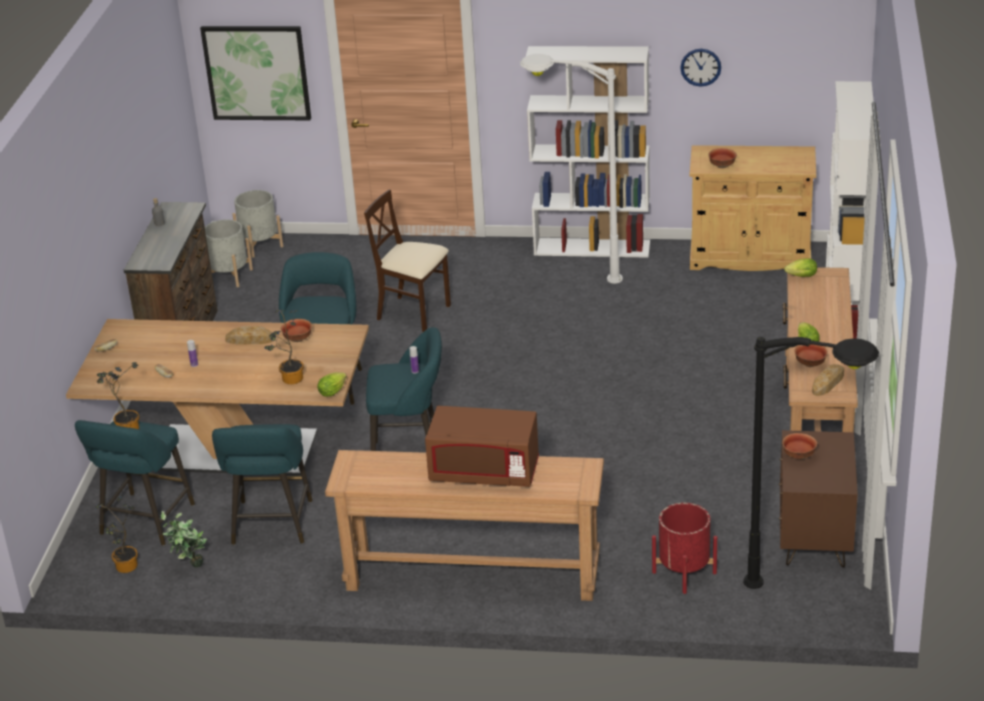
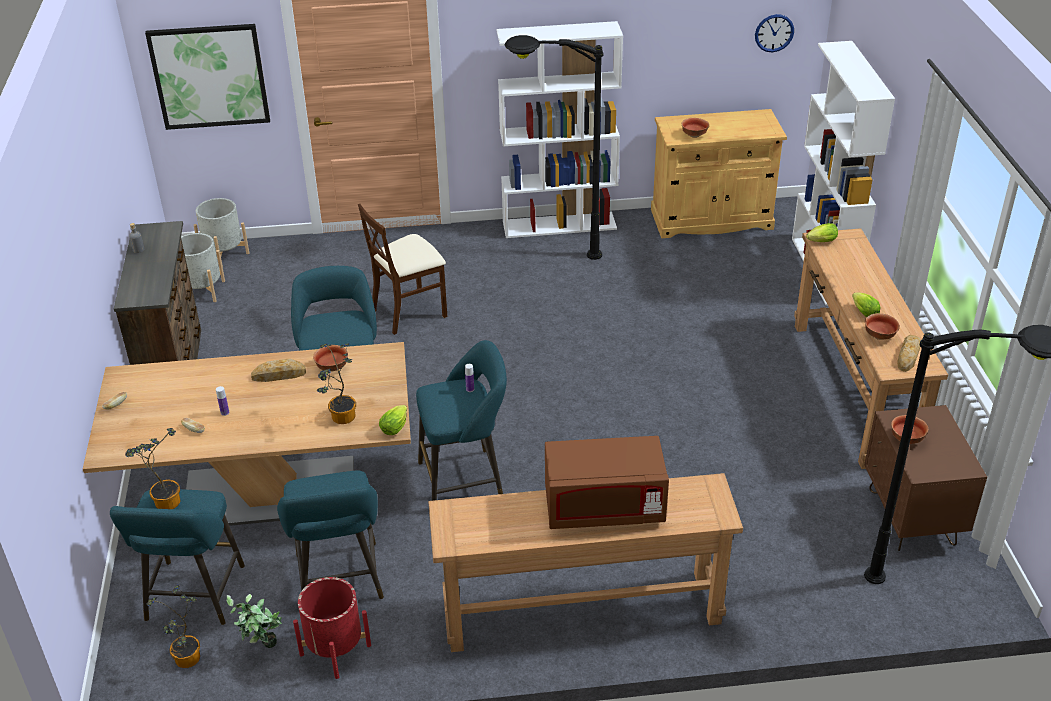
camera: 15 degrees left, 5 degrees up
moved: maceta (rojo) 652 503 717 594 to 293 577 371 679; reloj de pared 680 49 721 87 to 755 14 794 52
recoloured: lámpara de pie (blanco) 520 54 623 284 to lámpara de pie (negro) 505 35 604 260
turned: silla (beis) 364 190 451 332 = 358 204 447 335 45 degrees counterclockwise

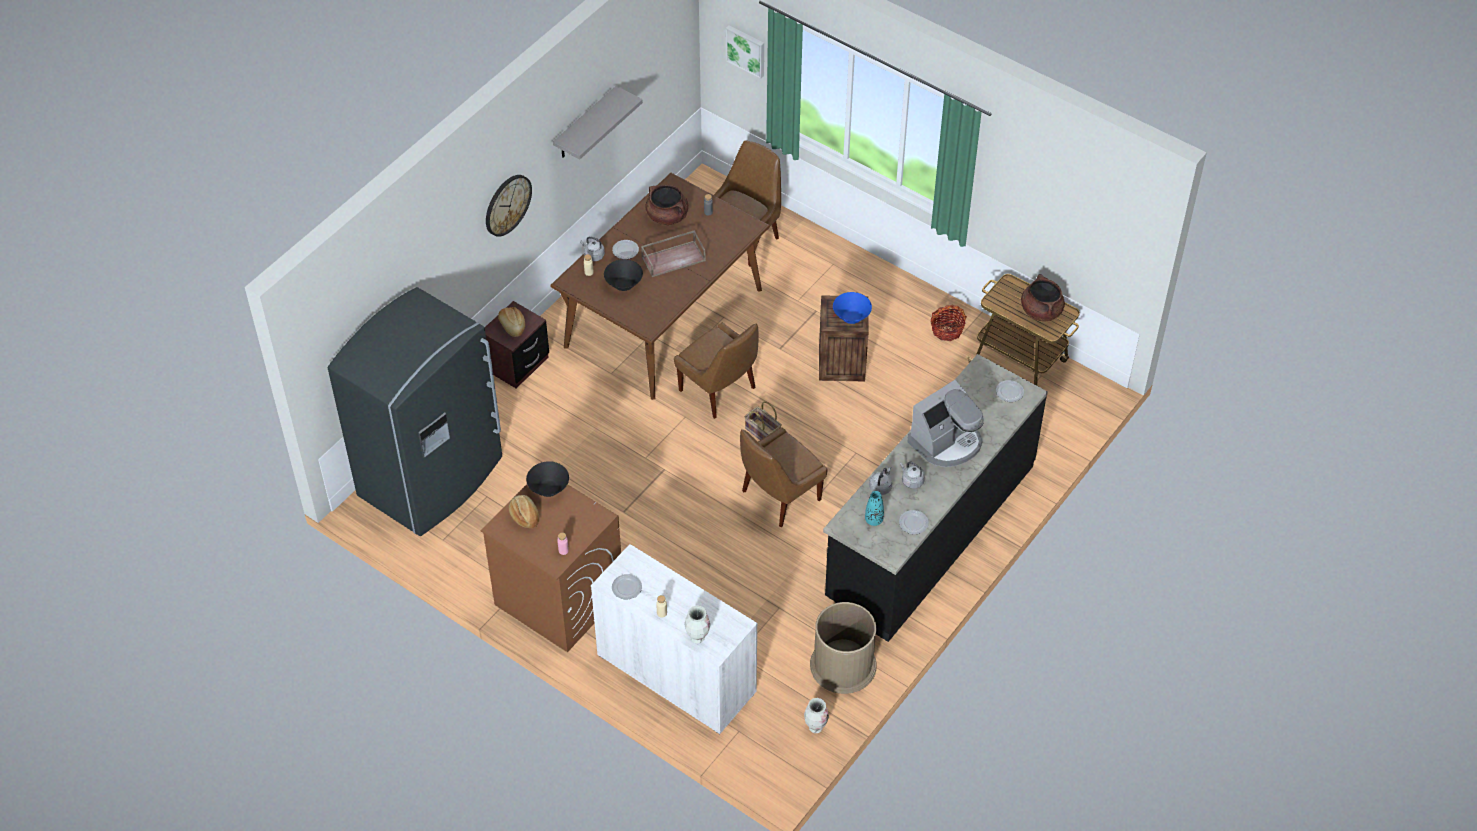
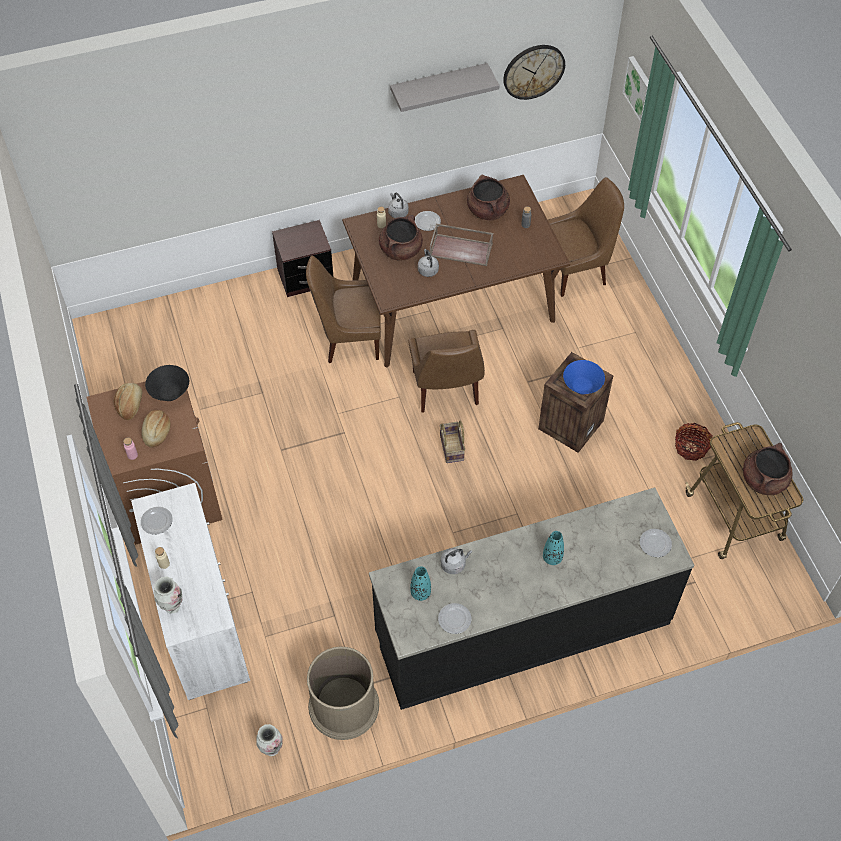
camera: 35 degrees right, 5 degrees up
removed: nevera (gris) 327 287 502 536
moved: reloj de pared 486 175 532 237 to 503 45 565 100; pan 498 307 525 337 to 141 410 171 447; silla (marrón) 740 427 828 528 to 306 256 381 363; hervidor (gris) 900 462 925 489 to 418 249 439 277
replaced: cuenco (negro) 604 259 643 291 to olla (marrón) 379 215 423 261; cafetera 908 380 984 467 to florero (turquesa) 543 531 564 565

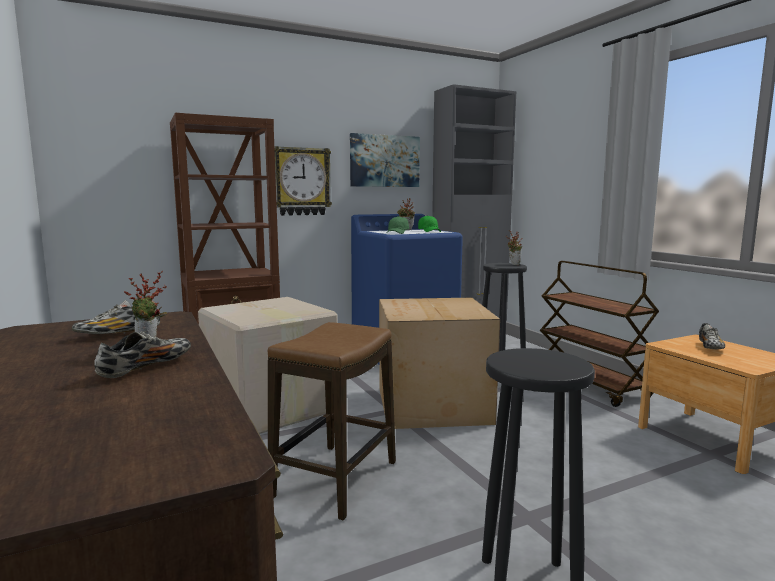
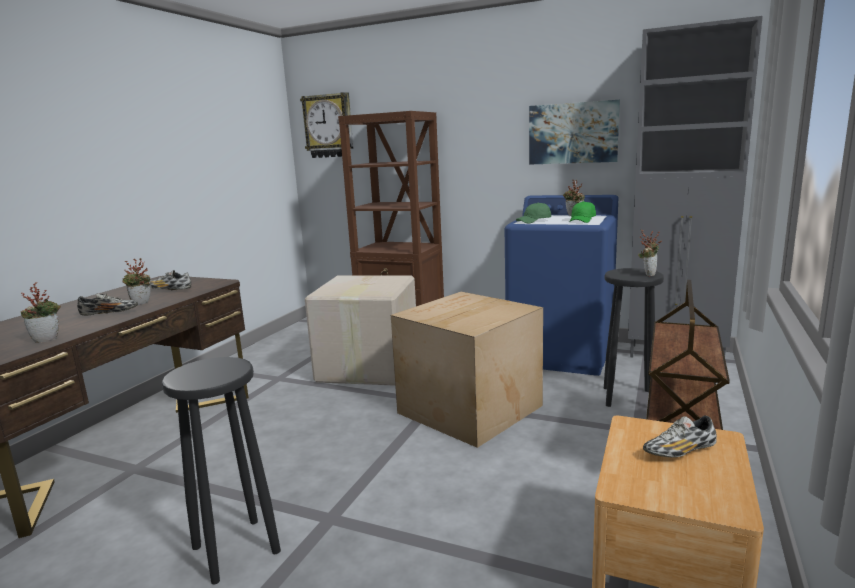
camera: 50 degrees right, 5 degrees up
removed: taburete 268 322 396 520
added: planta en maceta 21 282 61 343
moved: reloj de pared 274 146 332 216 to 300 92 353 158

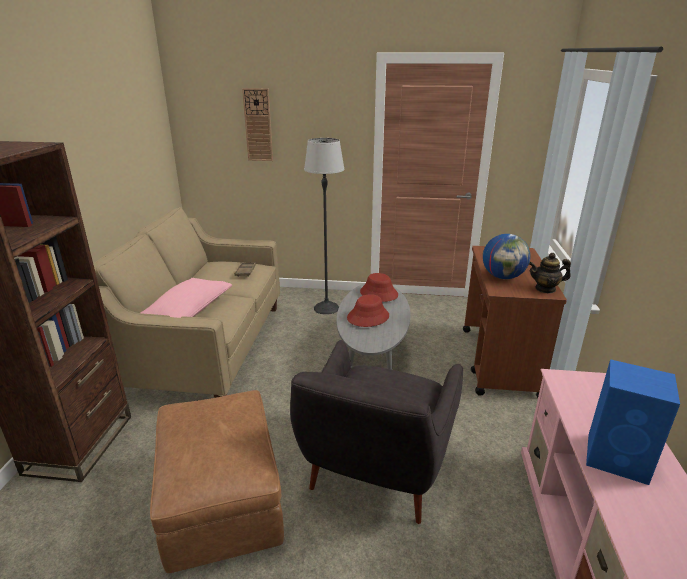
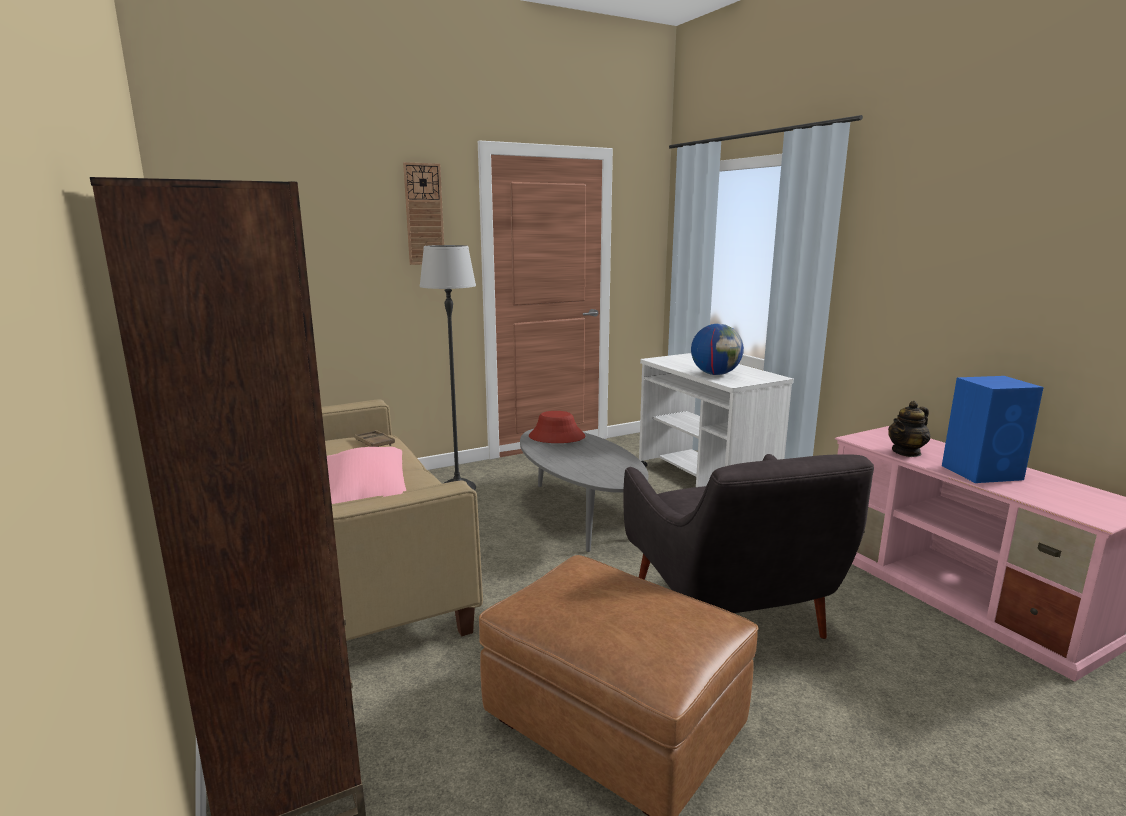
camera: 35 degrees left, 10 degrees down
removed: sombrero (rojo) 347 294 389 327
moved: reloj de pared 242 88 273 161 to 403 162 444 265; tetera 529 253 571 293 to 888 401 930 457
recoloured: carrito (marrón) 463 246 567 398 to carrito (blanco) 639 353 794 487

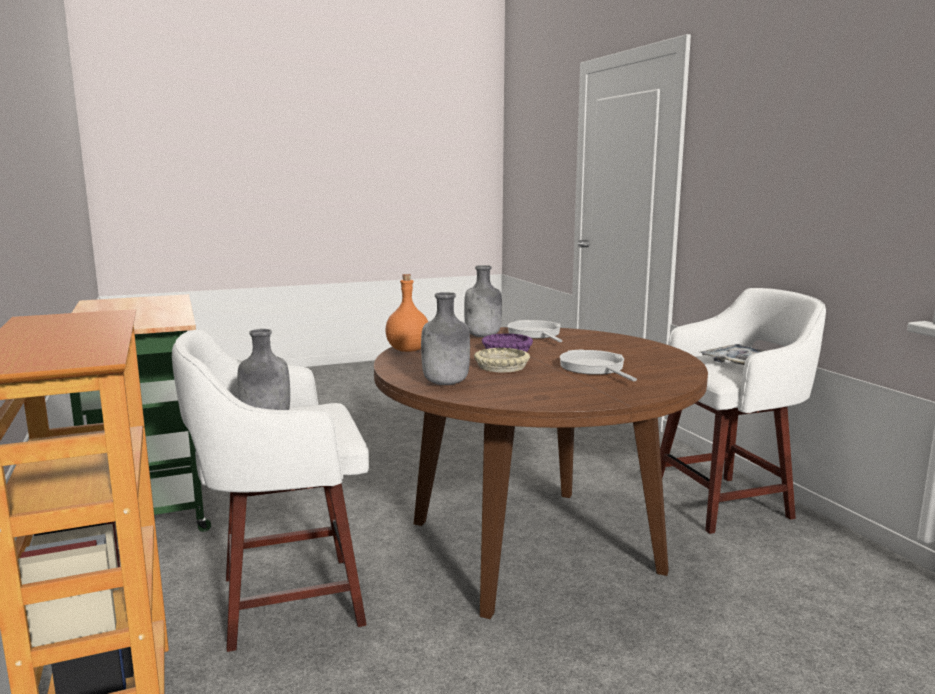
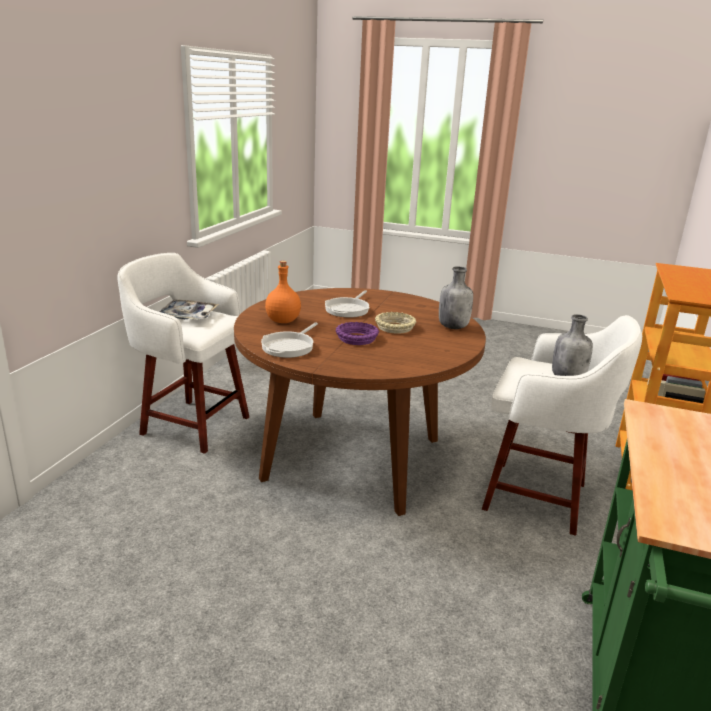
camera: 140 degrees left, 10 degrees up
removed: botella (gris) 464 265 502 337
moved: botella (naranja) 385 274 428 352 to 265 261 301 323

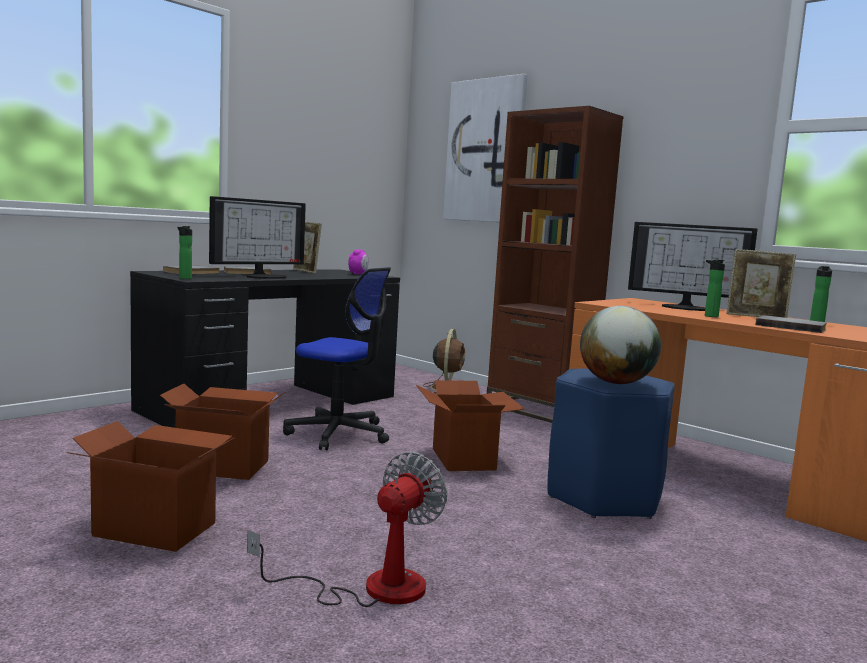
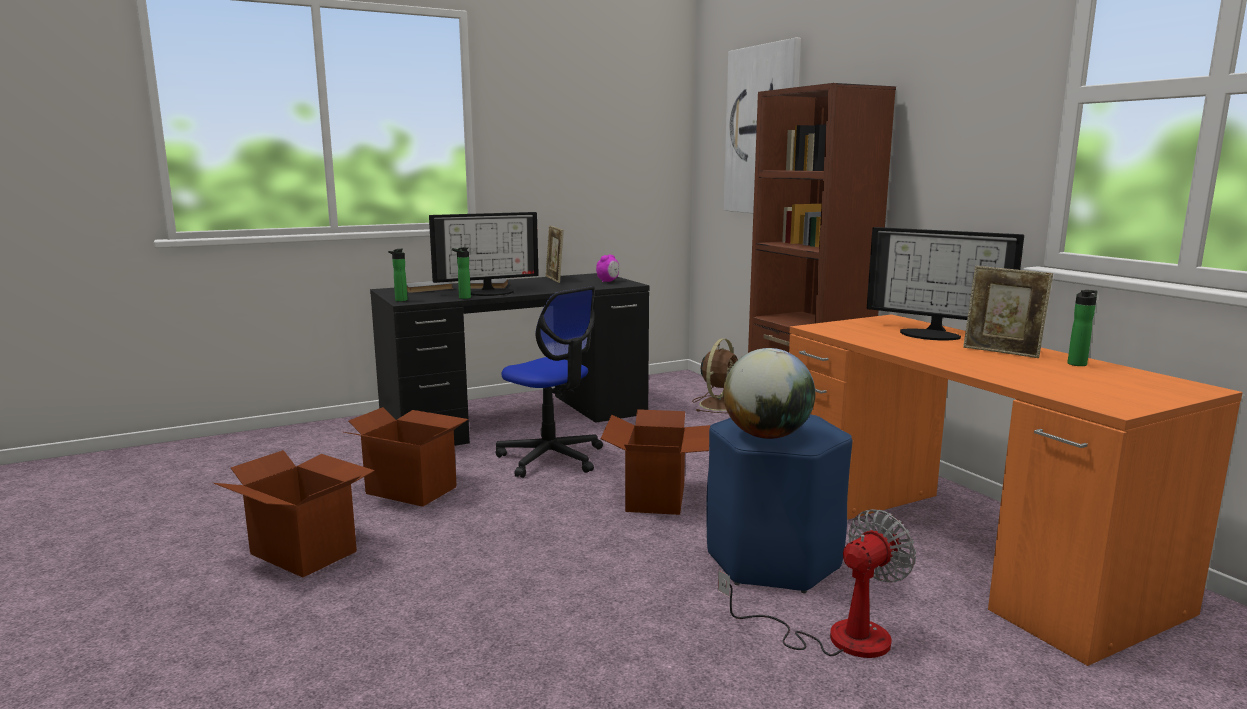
camera: 20 degrees right, 5 degrees up
removed: libro (gris) 755 315 827 333
moved: ventilador 247 452 447 607 to 718 509 916 658; botella 705 260 725 317 to 452 247 471 299

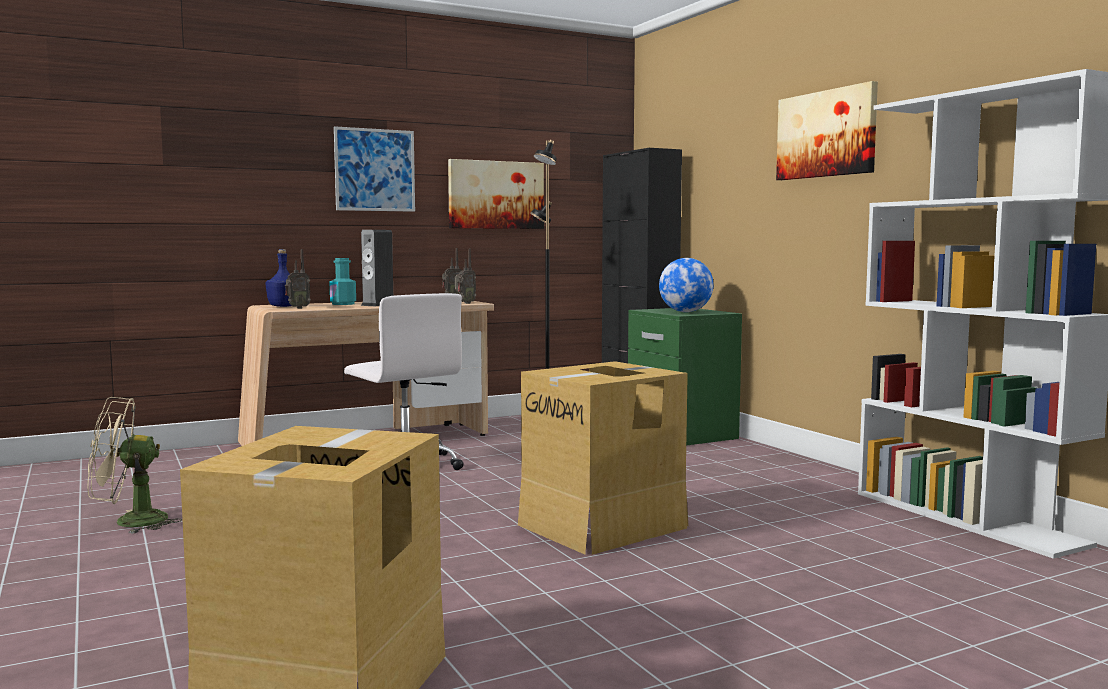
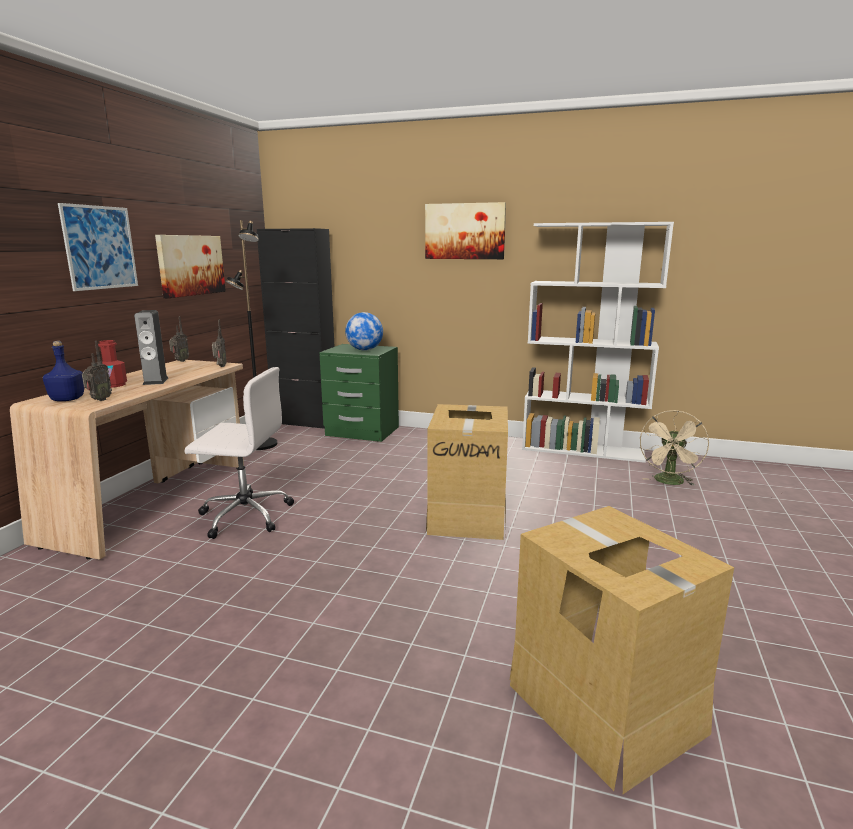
camera: 45 degrees left, 10 degrees up
moved: ventilador (beis) 87 397 182 534 to 640 410 709 486
recoloured: botella (turquesa) 329 258 356 305 to botella (rojo) 98 340 127 388

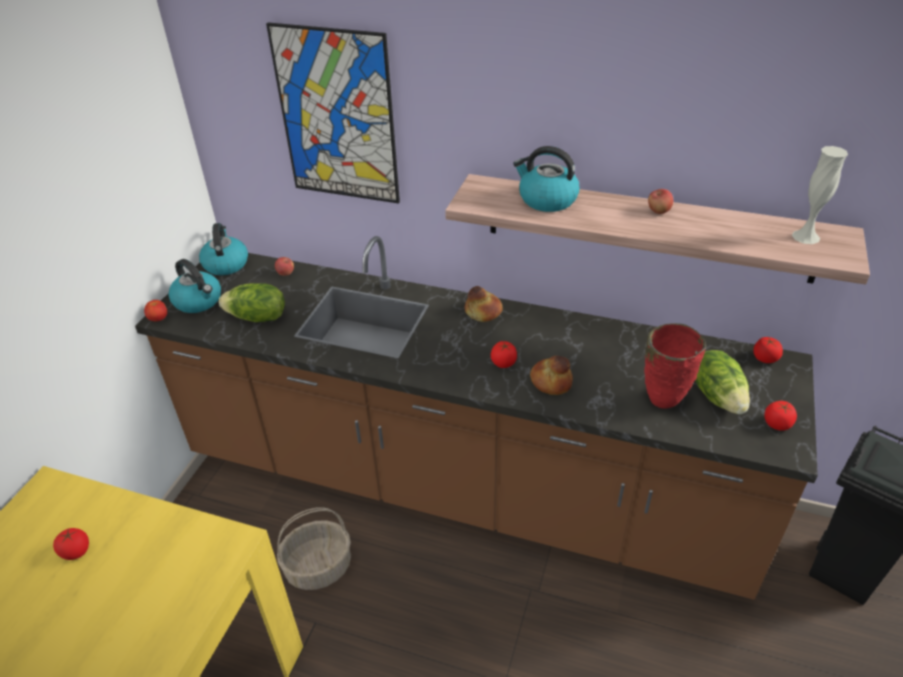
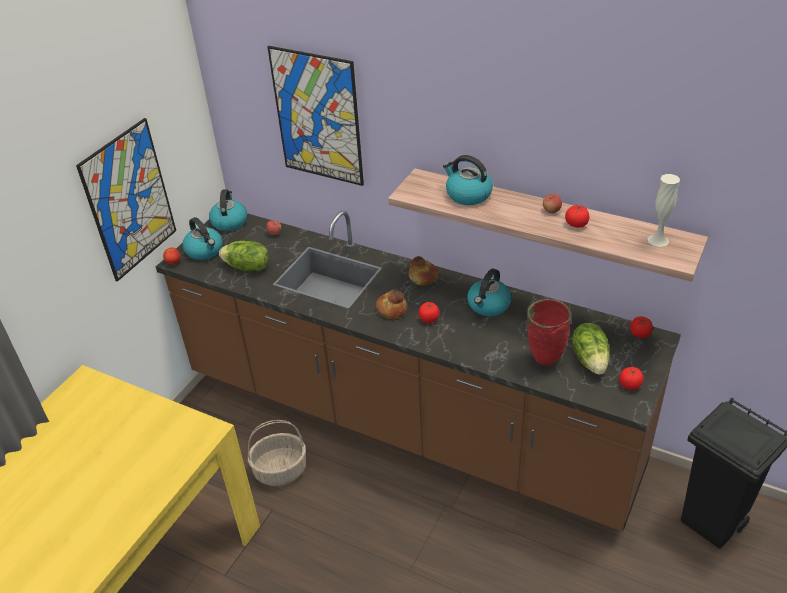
camera: 10 degrees right, 0 degrees up
added: cuadro 76 118 176 282; hervidor 467 269 511 316
moved: tomate 53 528 89 560 to 565 205 590 228; pan 530 356 573 395 to 376 290 407 319

